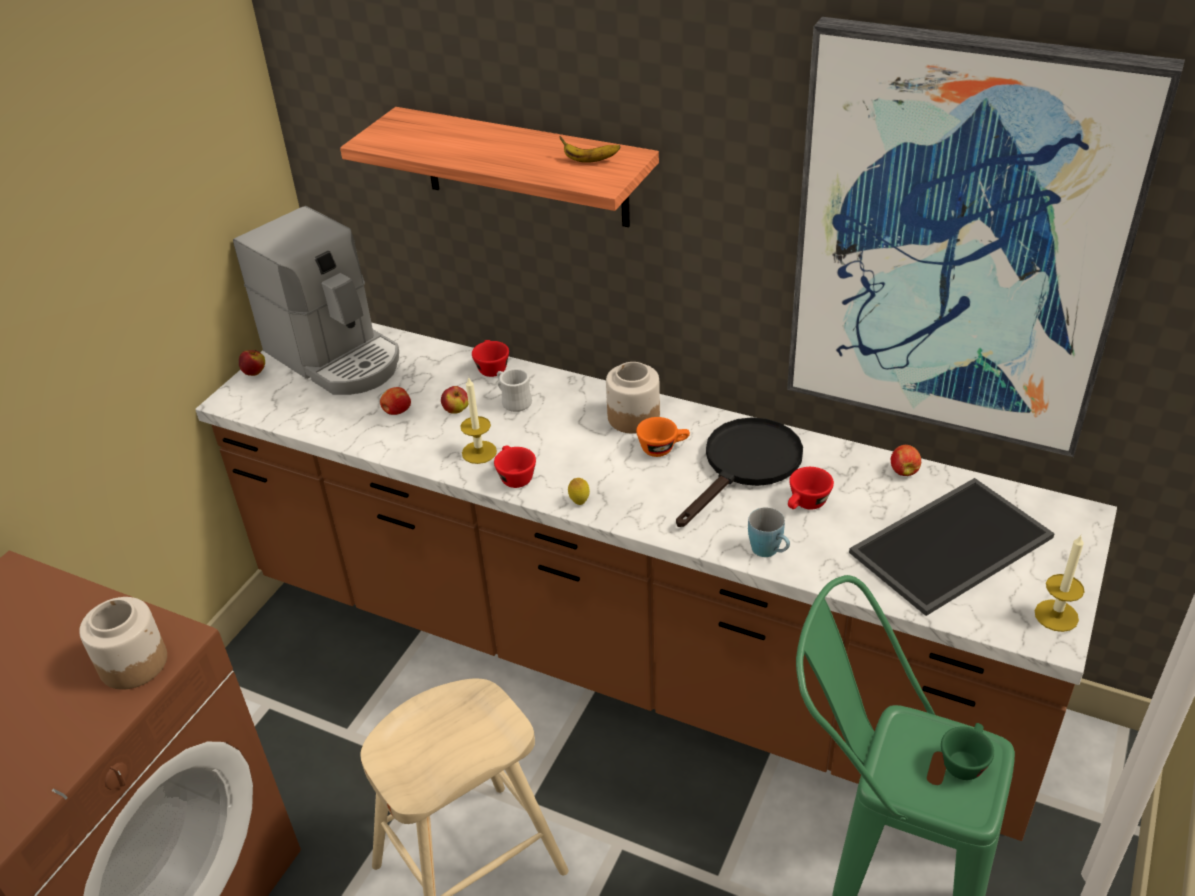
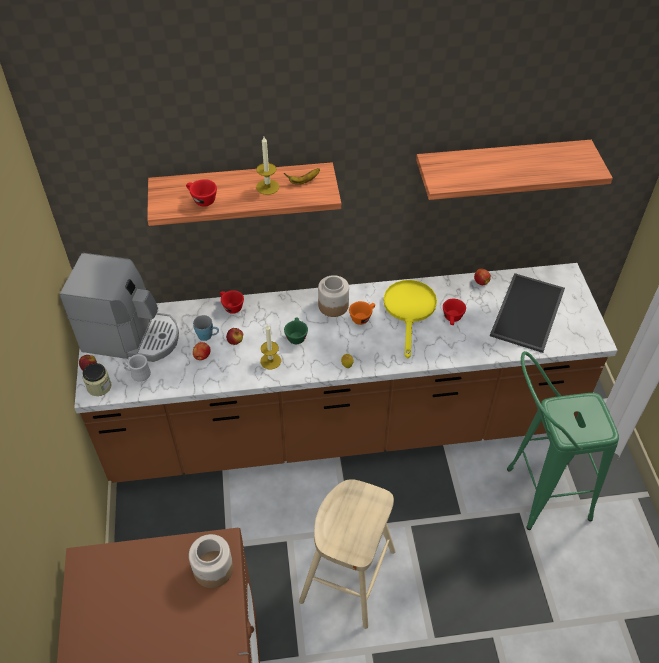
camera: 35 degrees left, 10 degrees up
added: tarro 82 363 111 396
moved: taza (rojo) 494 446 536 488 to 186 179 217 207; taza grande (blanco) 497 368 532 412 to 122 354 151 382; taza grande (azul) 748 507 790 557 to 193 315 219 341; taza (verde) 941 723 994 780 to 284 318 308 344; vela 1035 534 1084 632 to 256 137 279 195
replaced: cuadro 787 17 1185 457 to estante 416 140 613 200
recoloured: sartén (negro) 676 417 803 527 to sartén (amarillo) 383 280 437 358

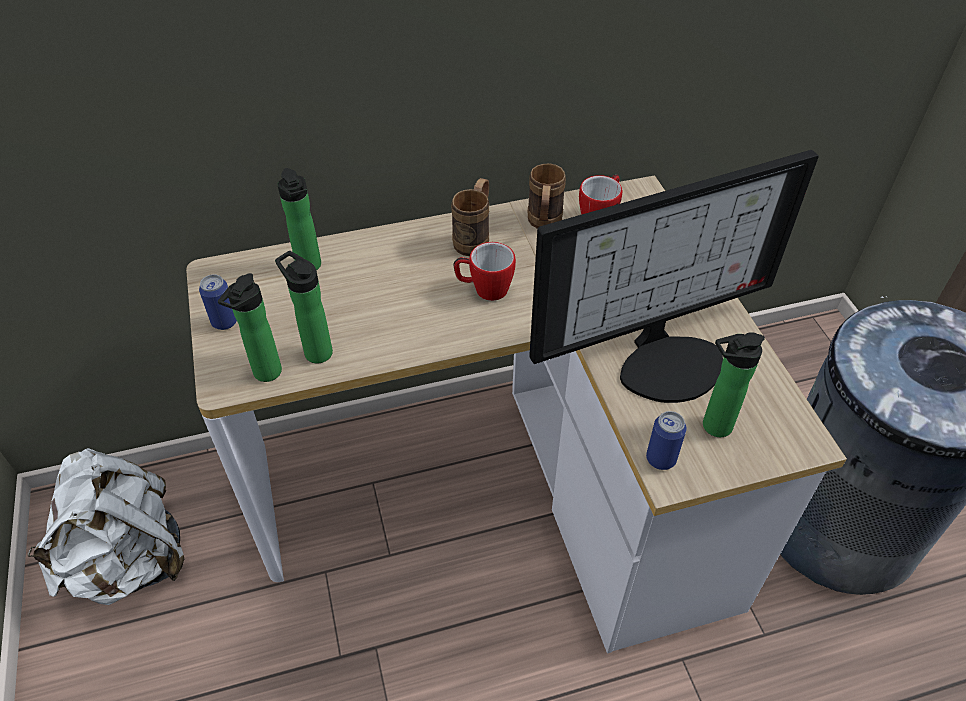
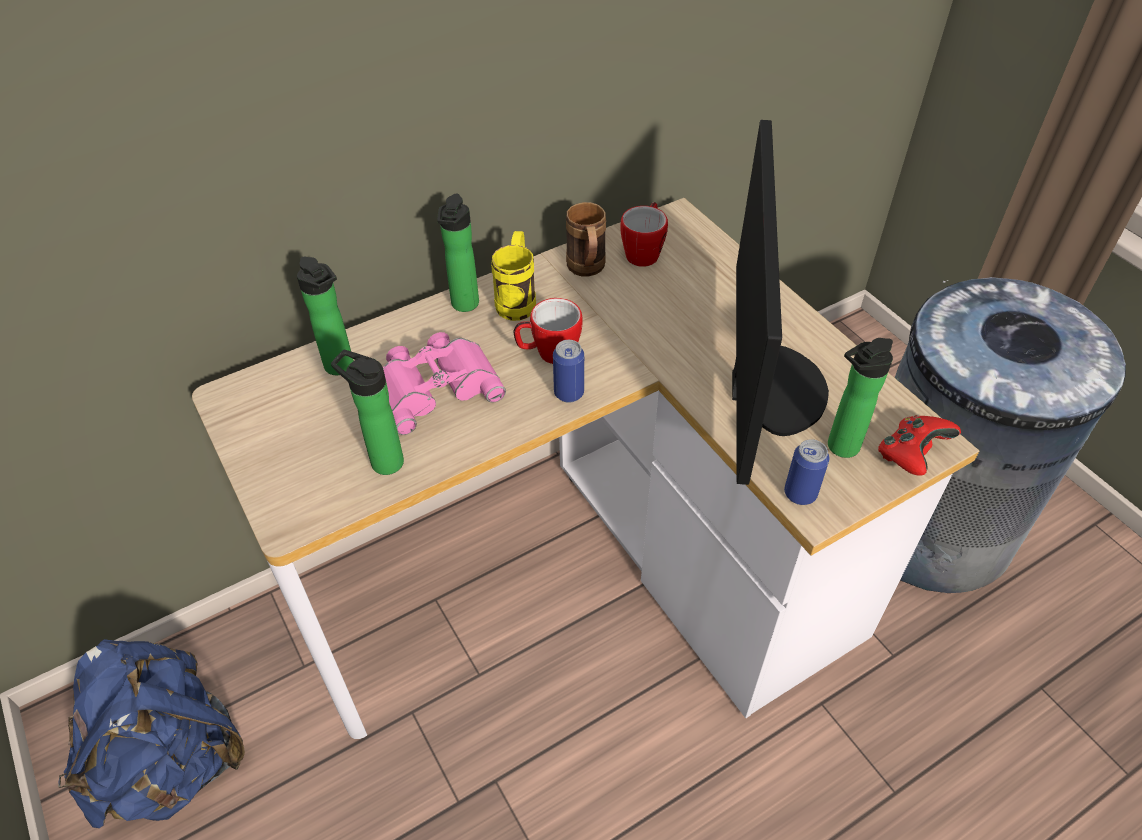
camera: 15 degrees left, 0 degrees up
added: prismáticos (rosa) 383 332 506 435; mando de consola (rojo) 878 415 961 476
moved: lata 199 274 237 330 to 553 340 584 403; botella 218 273 282 382 to 437 193 479 312
recoloured: mochila (blanco) 28 448 184 605 to mochila (azul) 58 639 245 828; taza grande (marrón) 451 178 489 256 to taza grande (amarillo) 491 231 536 321
turned: monitor 529 150 819 403 = 732 120 829 485 45 degrees counterclockwise

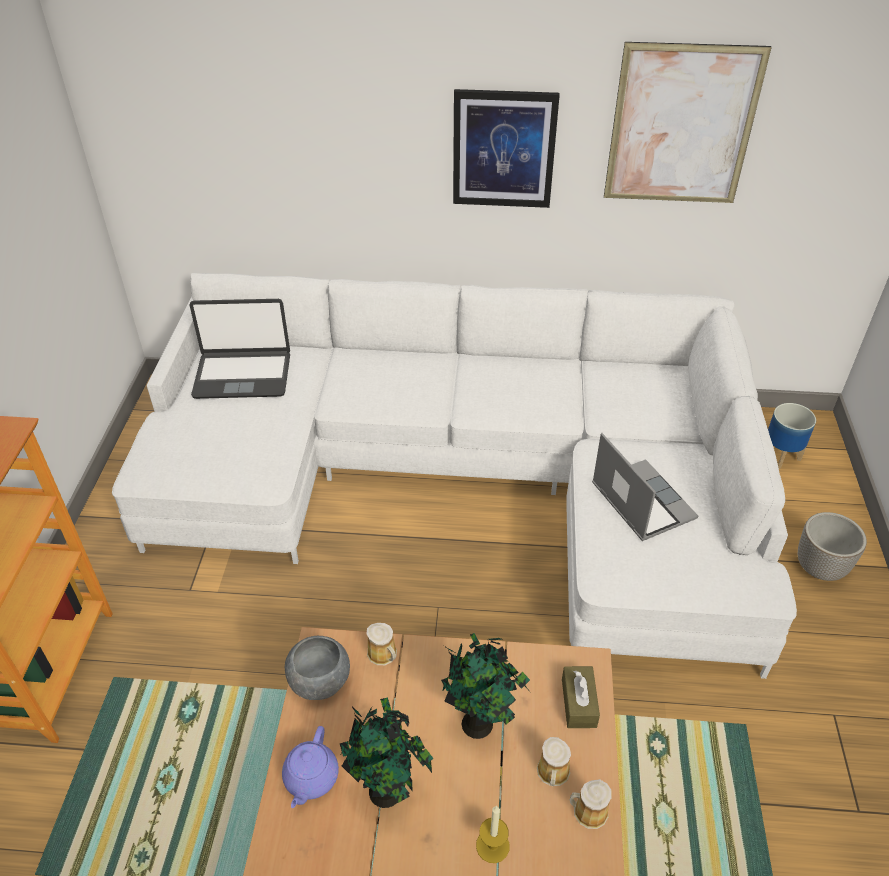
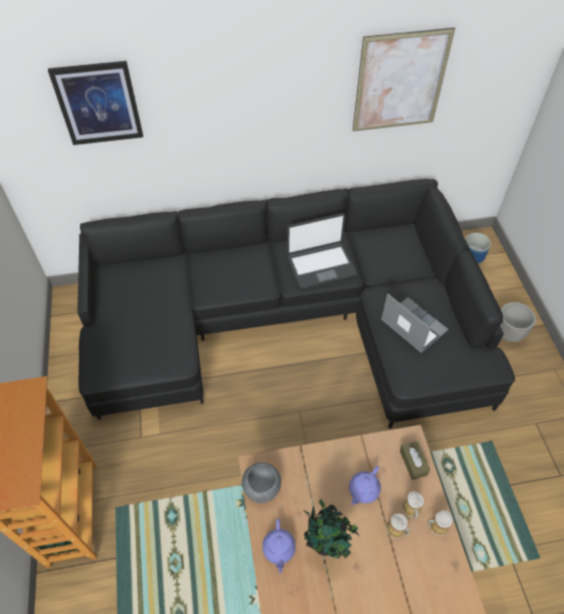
camera: 15 degrees left, 10 degrees up
removed: vela 476 806 509 863
moved: portátil 190 299 290 399 to 287 213 357 289; taza grande 366 623 397 665 to 386 513 410 539; cuadro 453 89 560 208 to 48 61 143 145
replaced: planta en maceta 441 633 530 739 to tetera (morado) 349 466 381 505
recoloured: sofá (blanco) 112 273 797 679 to sofá (negro) 77 179 515 429

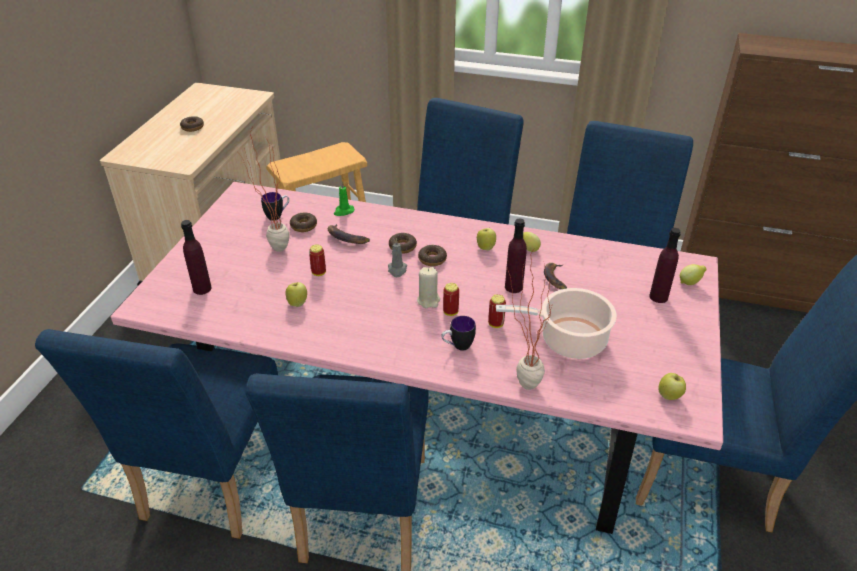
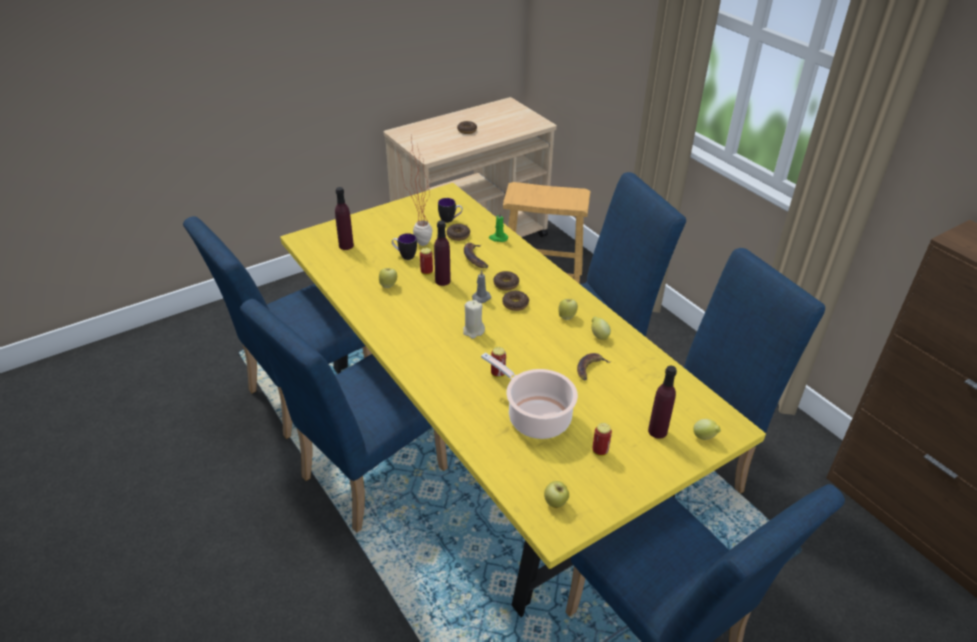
camera: 40 degrees right, 0 degrees up
removed: planta en maceta 507 249 556 390
moved: taza grande 441 316 476 351 to 392 233 417 260; lata 443 283 459 316 to 592 423 612 456; botella (morado) 505 218 527 293 to 434 221 451 286
recoloured: mesa de comedor (rosa) 111 182 723 534 to mesa de comedor (amarillo) 280 183 766 617

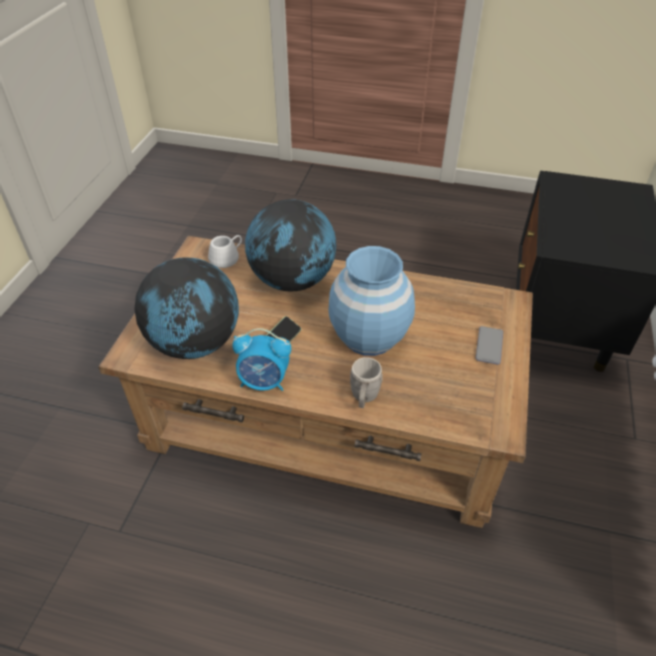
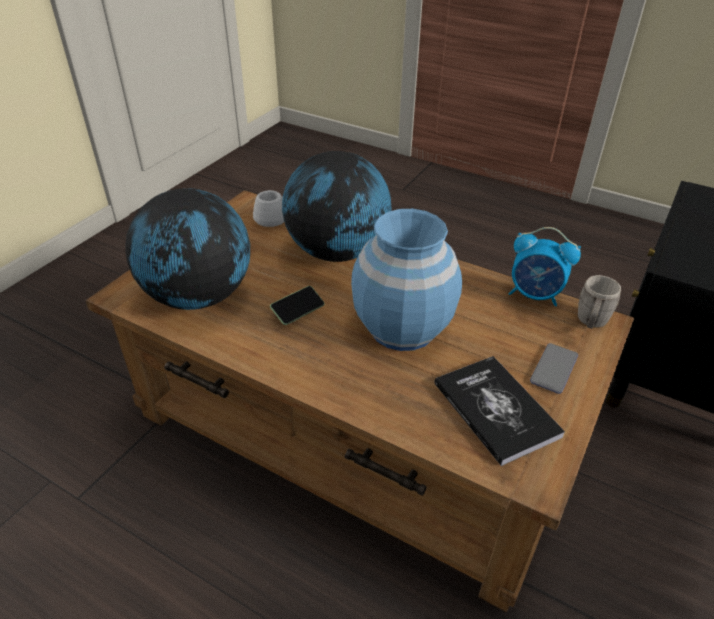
camera: 15 degrees right, 5 degrees down
added: libro 434 356 565 466
moved: despertador 232 328 291 391 to 508 227 581 306; taza grande (gris) 350 357 383 408 to 578 275 621 329

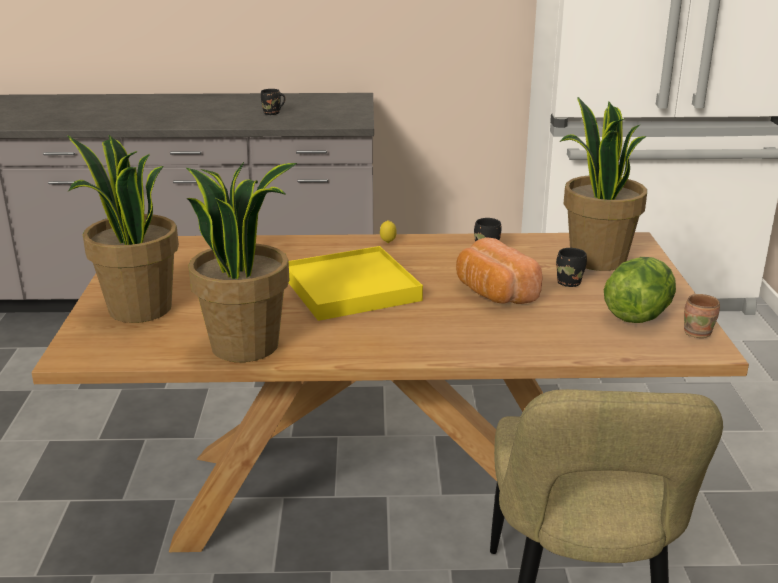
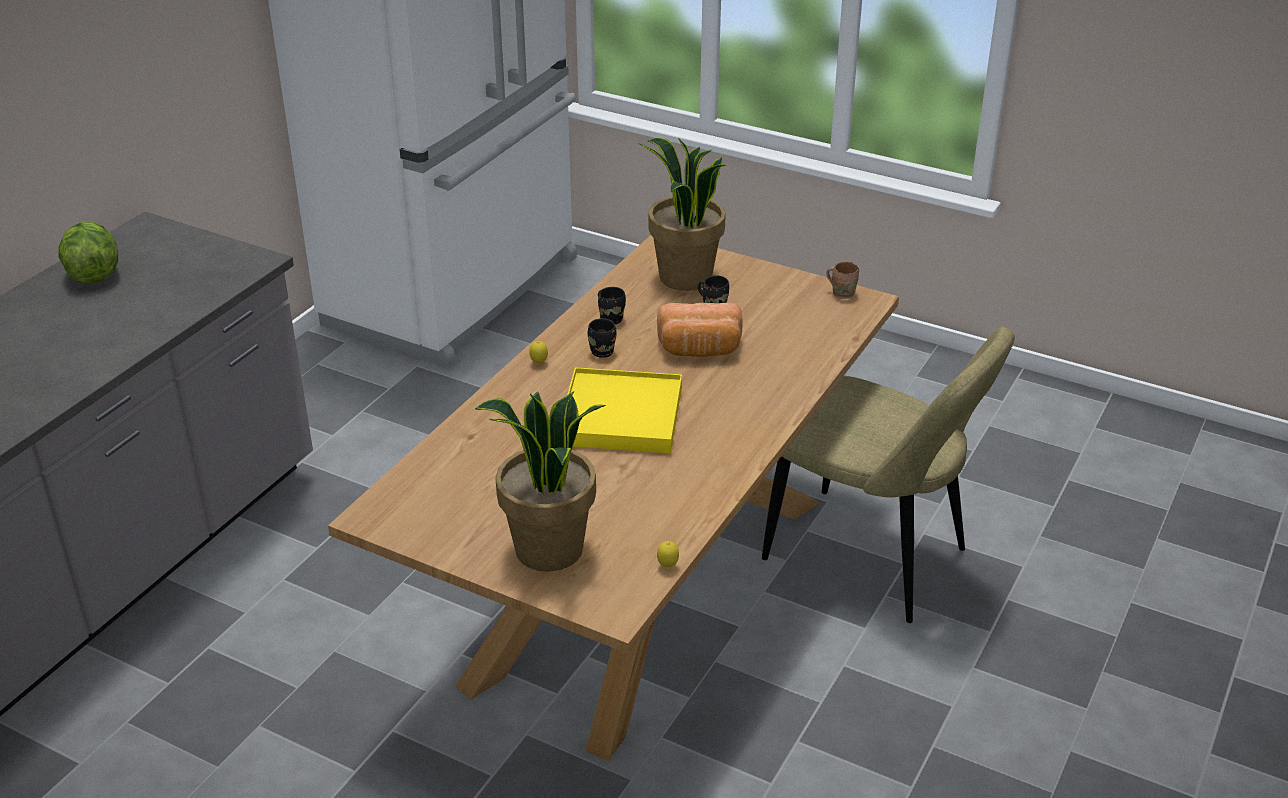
camera: 60 degrees left, 10 degrees up
removed: planta en maceta 186 162 297 362
added: limón 657 541 679 567
moved: taza grande (negro) 261 89 286 115 to 588 318 616 358; lechuga 604 257 676 323 to 58 222 118 284

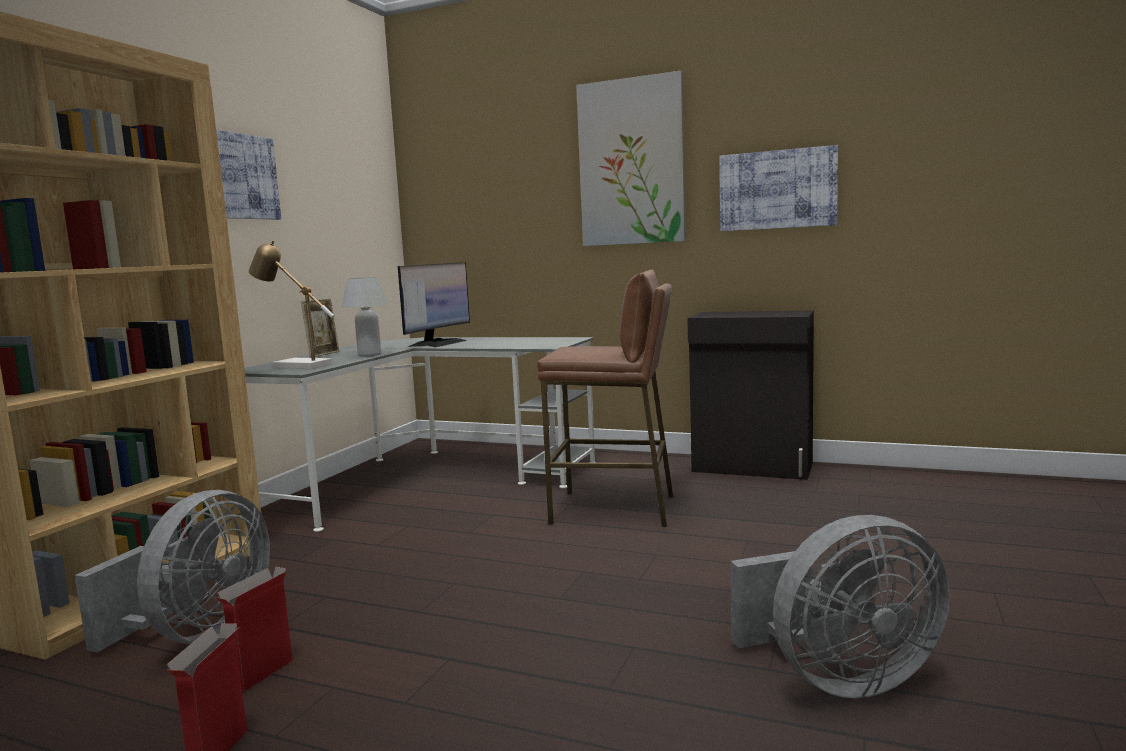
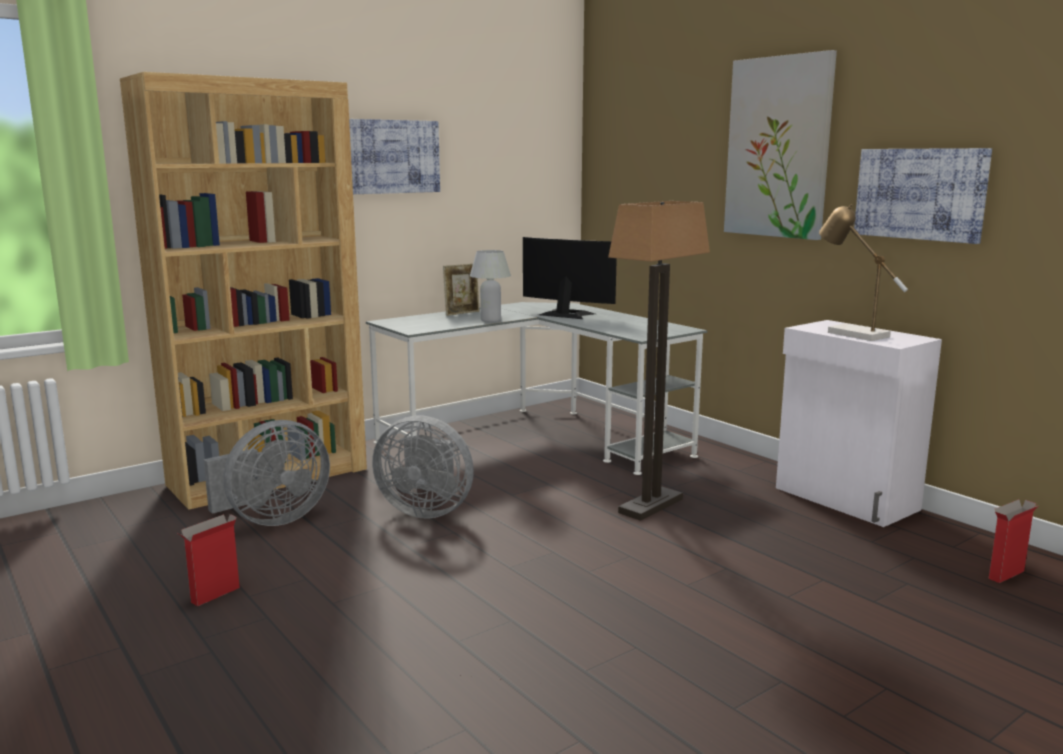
camera: 30 degrees right, 5 degrees up
moved: caja de cartón 215 566 293 692 to 989 499 1038 583; lámpara de mesa 249 240 335 369 to 819 204 908 341; ventilador (gris) 731 515 950 698 to 372 416 474 519
replaced: taburete (marrón) 537 270 673 527 to lámpara de pie 608 201 710 521
recoloured: armario (negro) 687 311 814 480 to armario (blanco) 776 320 942 527
turned: monitor 398 262 470 347 = 523 237 617 319 120 degrees counterclockwise

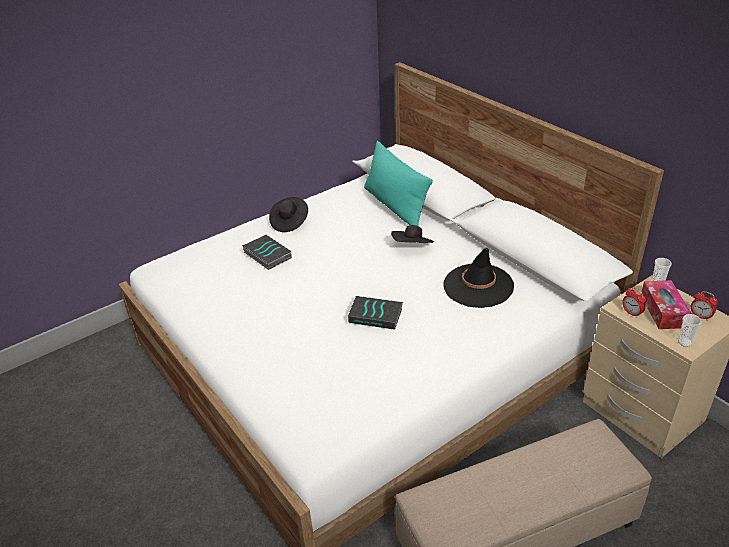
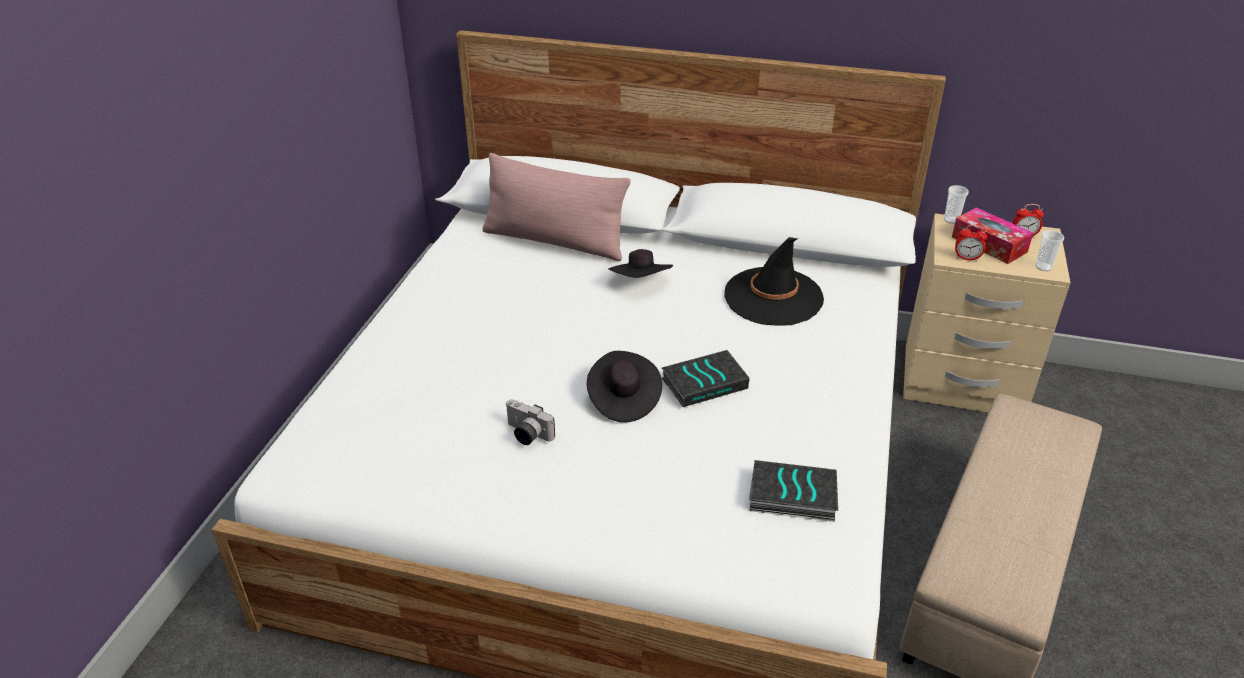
camera: 40 degrees left, 0 degrees up
added: cámara 505 399 555 445
moved: libro 242 235 292 270 to 749 460 838 522; sombrero (negro) 269 197 308 232 to 587 351 662 423
recoloured: cojín (turquesa) 364 141 433 226 to cojín (rosa) 482 153 631 261

